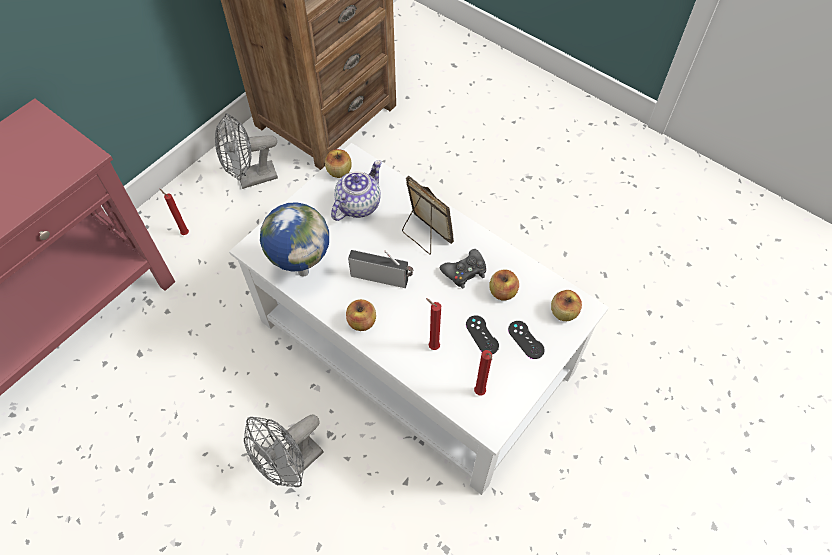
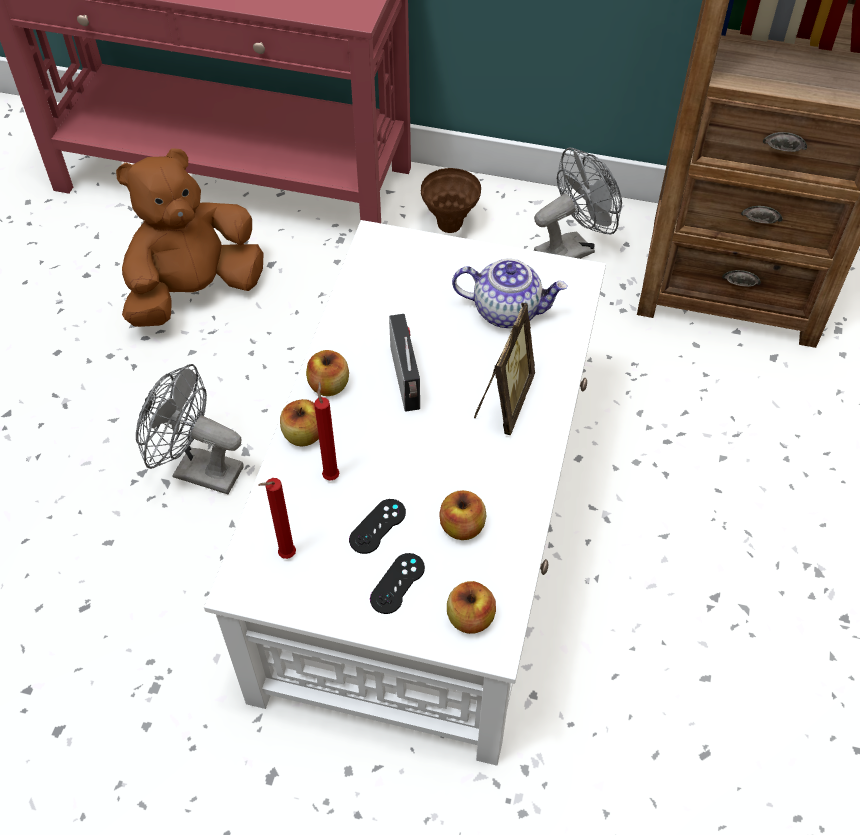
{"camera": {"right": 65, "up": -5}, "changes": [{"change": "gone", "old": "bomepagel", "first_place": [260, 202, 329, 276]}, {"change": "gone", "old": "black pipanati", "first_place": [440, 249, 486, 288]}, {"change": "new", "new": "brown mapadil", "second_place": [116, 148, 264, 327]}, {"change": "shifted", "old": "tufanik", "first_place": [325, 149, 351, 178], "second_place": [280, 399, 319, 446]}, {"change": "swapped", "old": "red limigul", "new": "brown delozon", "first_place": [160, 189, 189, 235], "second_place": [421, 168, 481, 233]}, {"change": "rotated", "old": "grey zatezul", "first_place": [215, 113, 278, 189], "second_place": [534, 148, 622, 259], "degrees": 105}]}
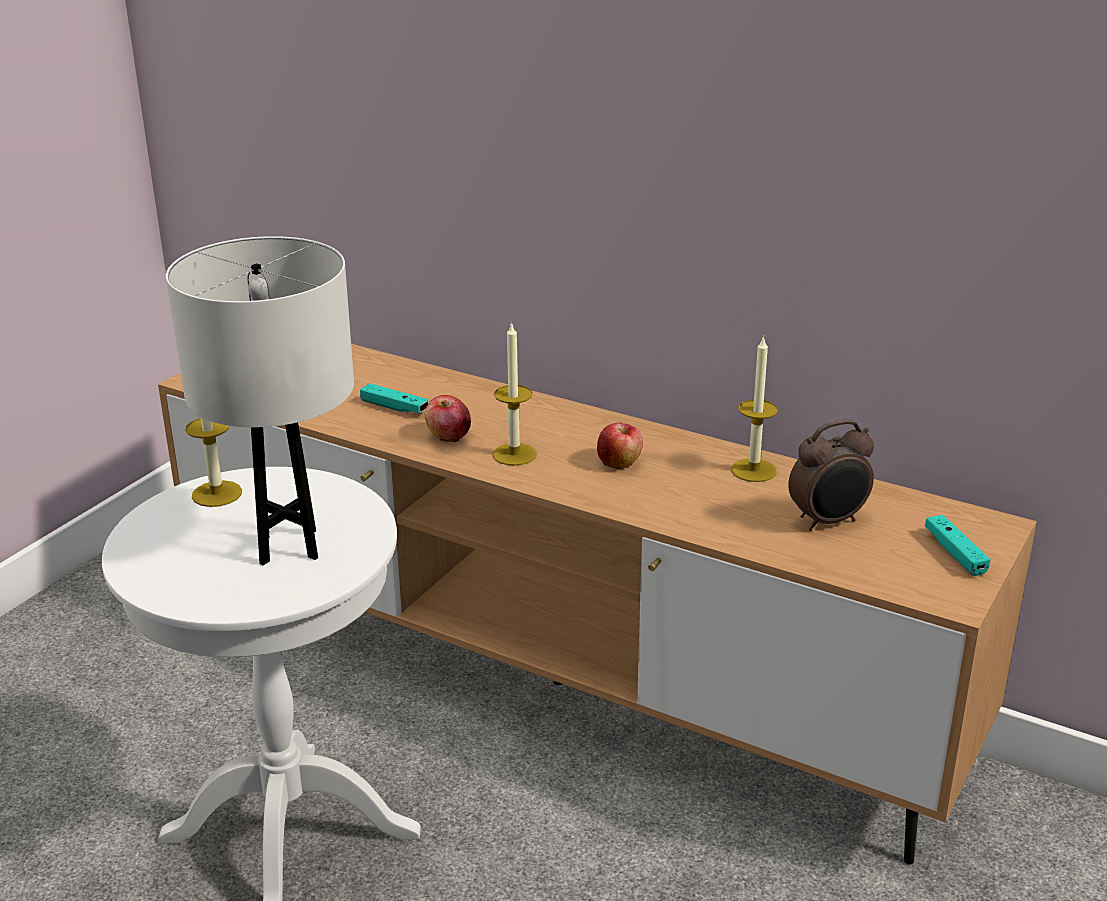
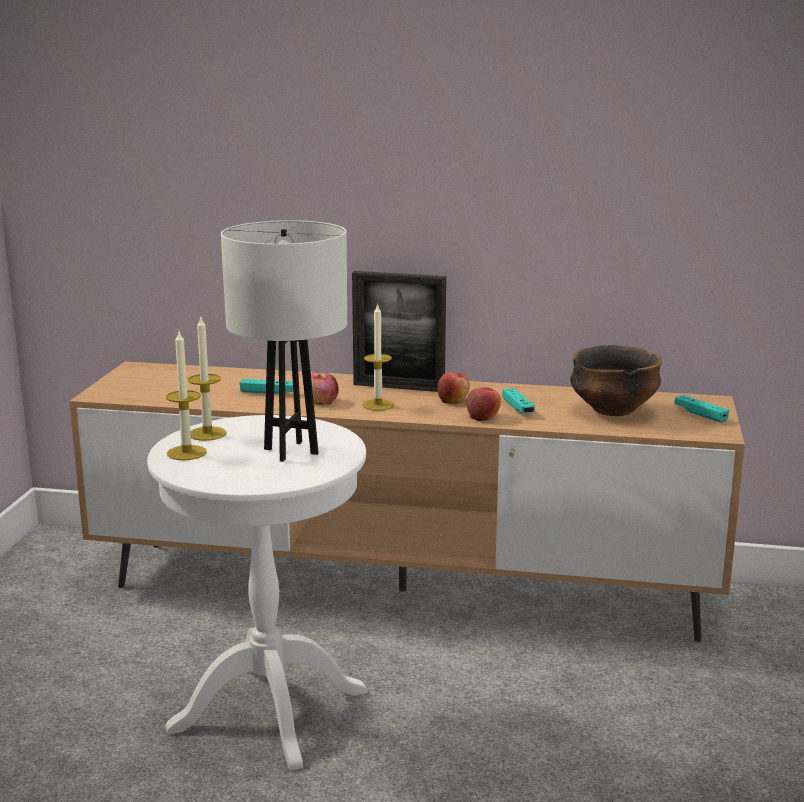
{"camera": {"right": -20, "up": -10}, "changes": [{"change": "new", "new": "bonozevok", "second_place": [352, 271, 446, 392]}, {"change": "new", "new": "tufanik", "second_place": [466, 387, 501, 421]}, {"change": "new", "new": "turquoise pipanati", "second_place": [502, 388, 535, 414]}, {"change": "shifted", "old": "limigul", "first_place": [731, 335, 778, 482], "second_place": [166, 331, 207, 460]}, {"change": "swapped", "old": "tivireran", "new": "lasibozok", "first_place": [788, 419, 874, 531], "second_place": [570, 345, 662, 416]}]}
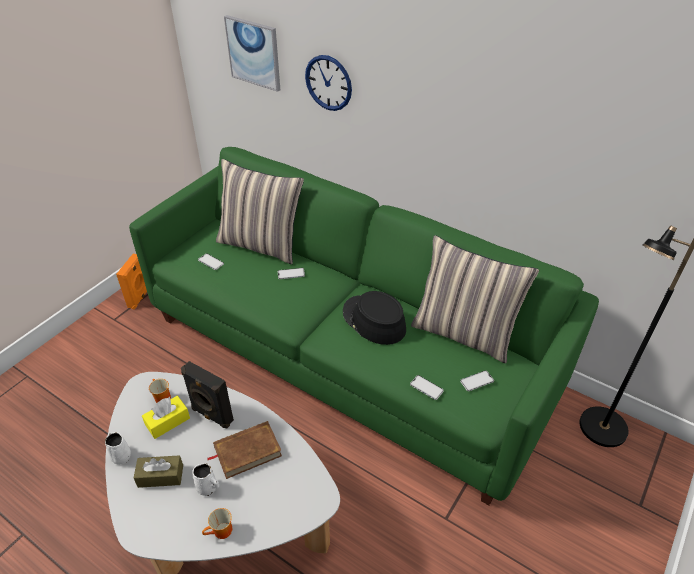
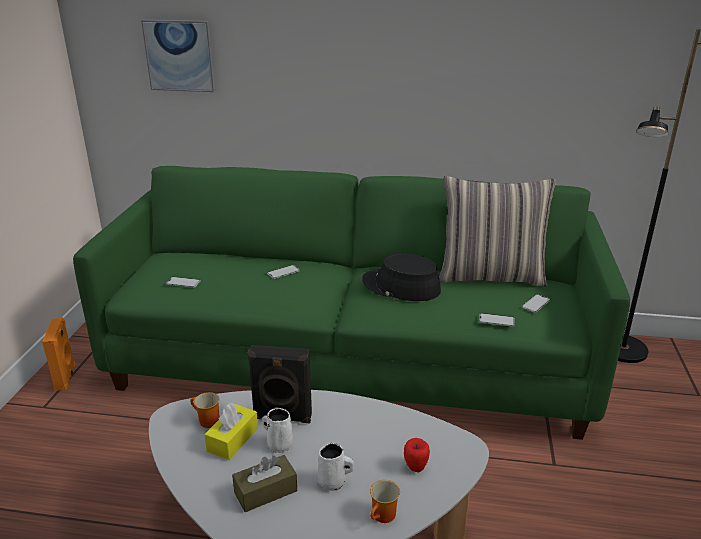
{"camera": {"right": -25, "up": -15}, "changes": [{"change": "gone", "old": "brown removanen", "first_place": [207, 421, 282, 479]}, {"change": "gone", "old": "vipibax", "first_place": [216, 159, 304, 264]}, {"change": "gone", "old": "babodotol", "first_place": [305, 55, 352, 111]}, {"change": "new", "new": "tufanik", "second_place": [404, 438, 430, 472]}, {"change": "shifted", "old": "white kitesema", "first_place": [105, 432, 131, 465], "second_place": [262, 408, 293, 453]}]}
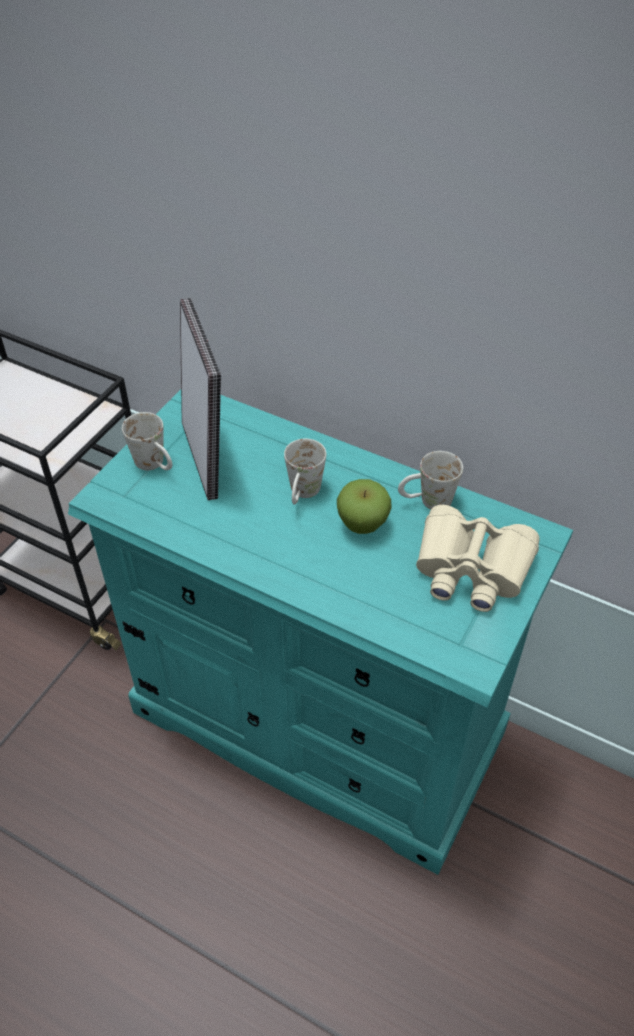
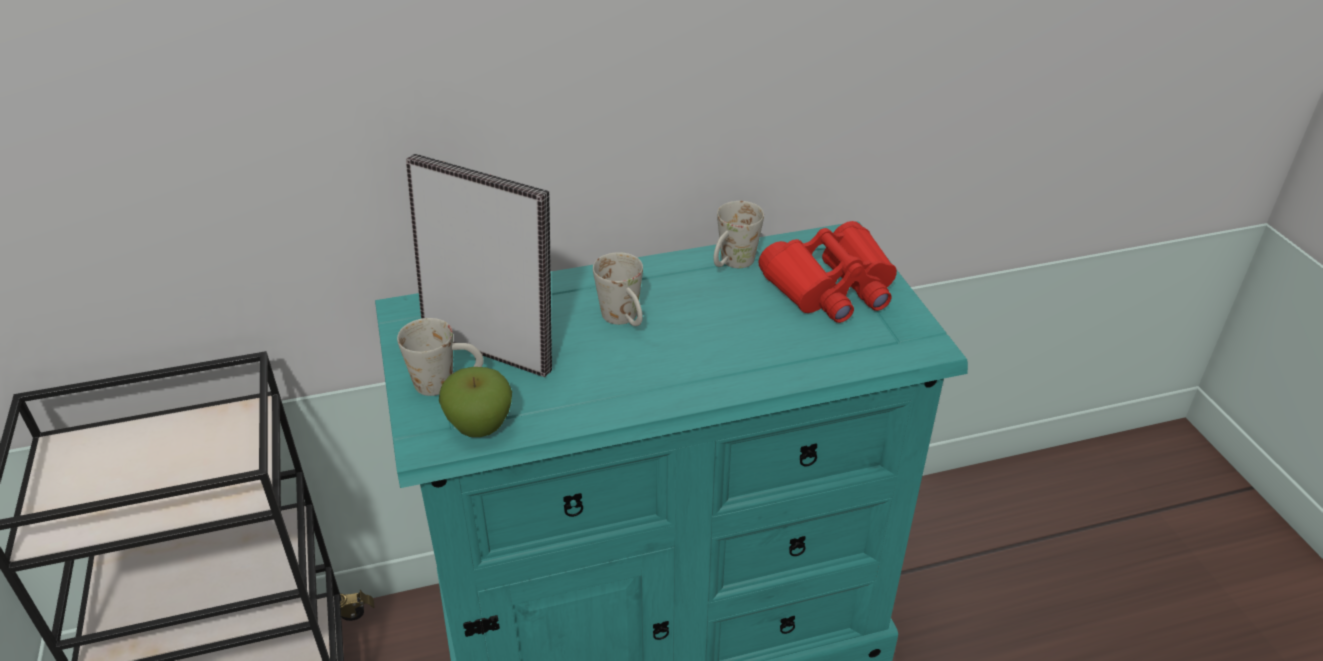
{"camera": {"right": -45, "up": -10}, "changes": [{"change": "shifted", "old": "tufanik", "first_place": [337, 479, 392, 534], "second_place": [439, 367, 512, 437]}, {"change": "repainted", "old": "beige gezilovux", "new": "red gezilovux", "first_place": [416, 505, 540, 612], "second_place": [759, 221, 897, 323]}]}
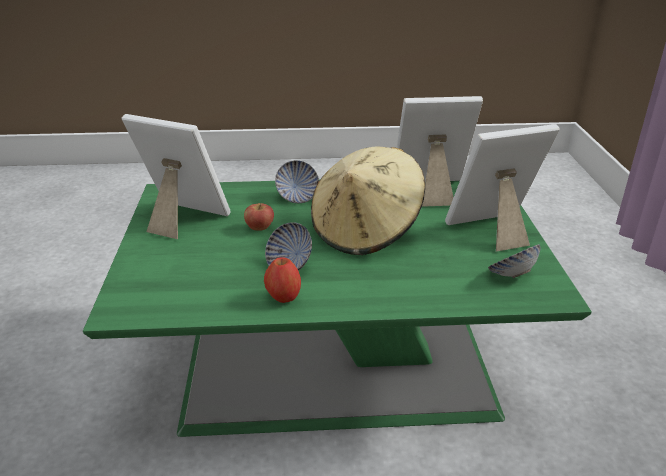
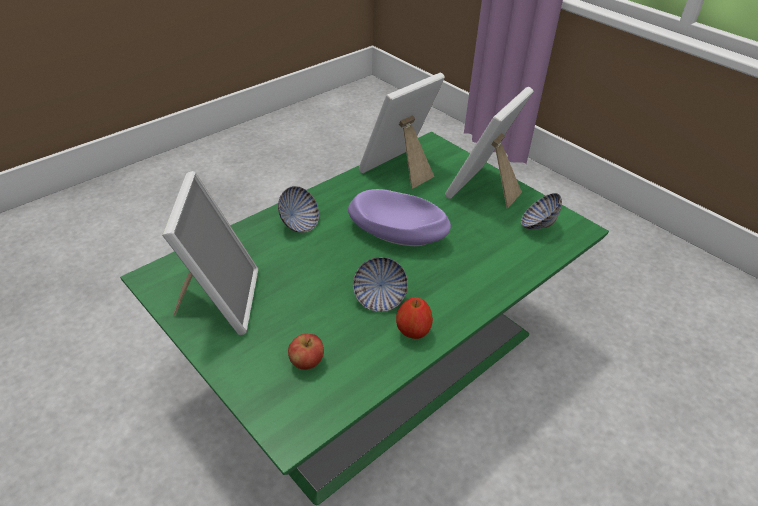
{"camera": {"right": -40, "up": 10}, "changes": [{"change": "shifted", "old": "tufanik", "first_place": [244, 203, 274, 231], "second_place": [288, 334, 324, 370]}, {"change": "swapped", "old": "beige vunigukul", "new": "purple lasibozok", "first_place": [311, 147, 425, 255], "second_place": [348, 189, 451, 246]}, {"change": "rotated", "old": "bonozevok", "first_place": [122, 114, 231, 239], "second_place": [162, 171, 258, 335], "degrees": 105}]}
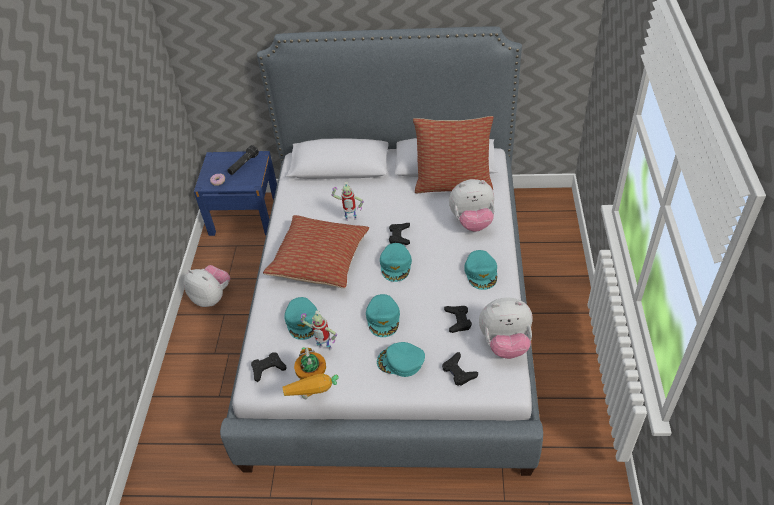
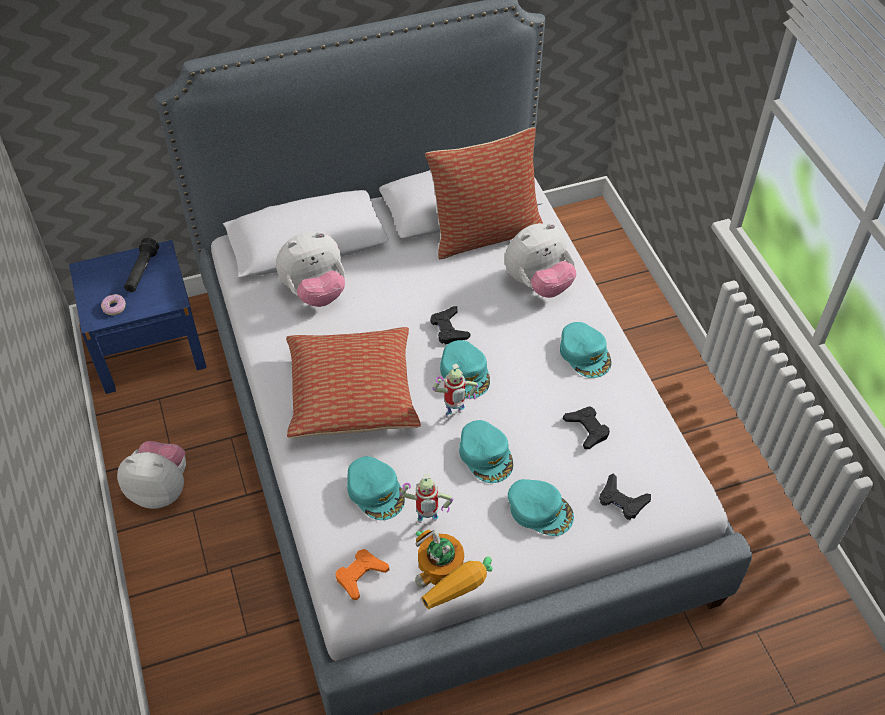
{"camera": {"right": -25, "up": 5}, "changes": [{"change": "shifted", "old": "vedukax", "first_place": [332, 182, 364, 221], "second_place": [432, 364, 478, 418]}, {"change": "shifted", "old": "mapadil", "first_place": [479, 298, 533, 359], "second_place": [276, 231, 345, 307]}, {"change": "repainted", "old": "black pipanati", "new": "orange pipanati", "first_place": [251, 352, 287, 382], "second_place": [335, 549, 389, 600]}, {"change": "rotated", "old": "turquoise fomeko", "first_place": [377, 342, 425, 377], "second_place": [508, 479, 574, 536], "degrees": -135}]}
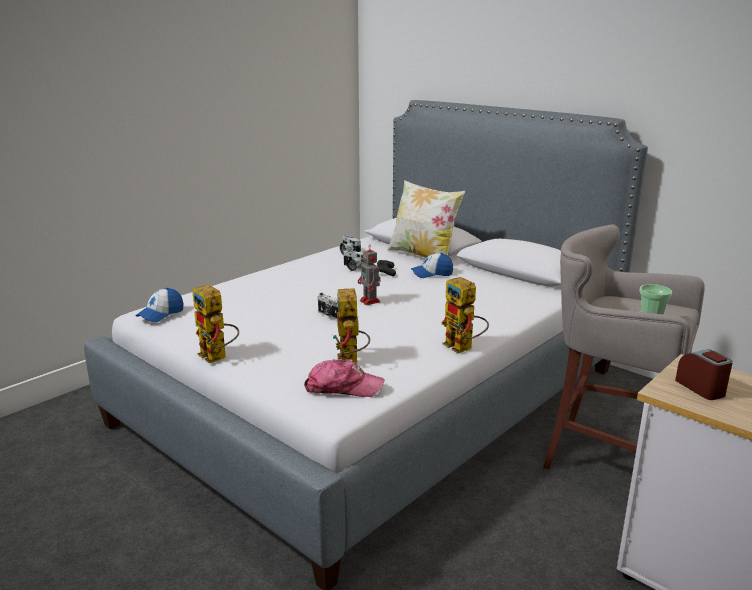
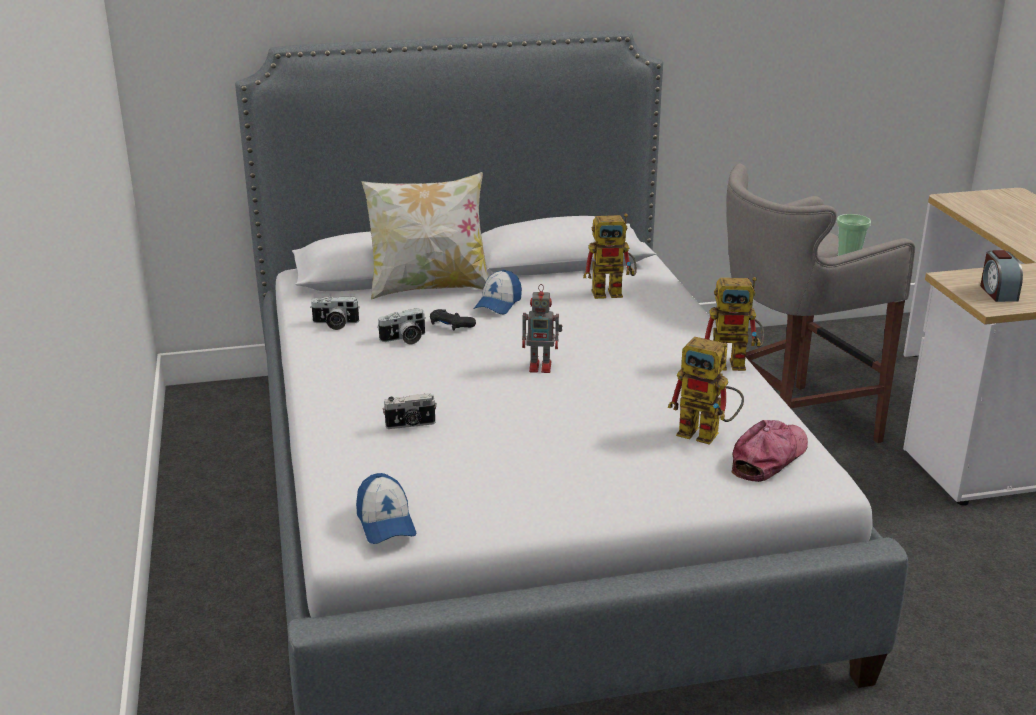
{"camera": {"right": -55, "up": 5}, "changes": [{"change": "shifted", "old": "vedukax", "first_place": [192, 285, 239, 364], "second_place": [583, 213, 637, 299]}, {"change": "shifted", "old": "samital", "first_place": [318, 293, 339, 320], "second_place": [383, 393, 437, 429]}, {"change": "rotated", "old": "tivireran", "first_place": [675, 349, 733, 400], "second_place": [980, 250, 1023, 302], "degrees": -105}]}
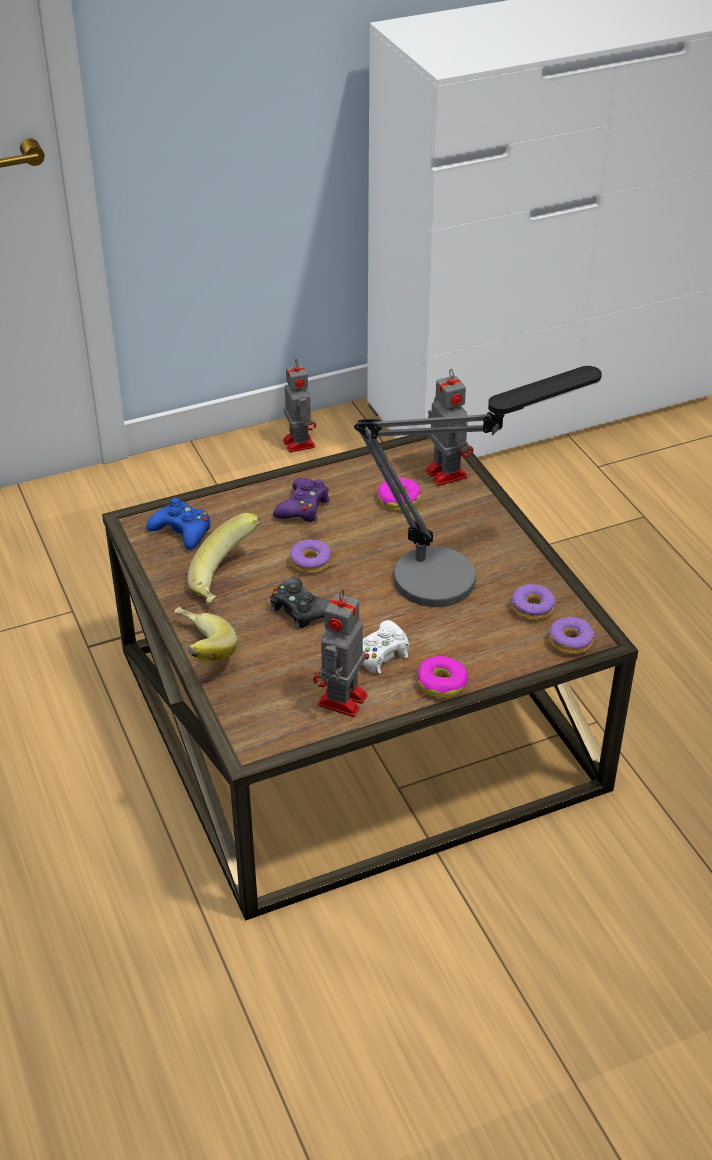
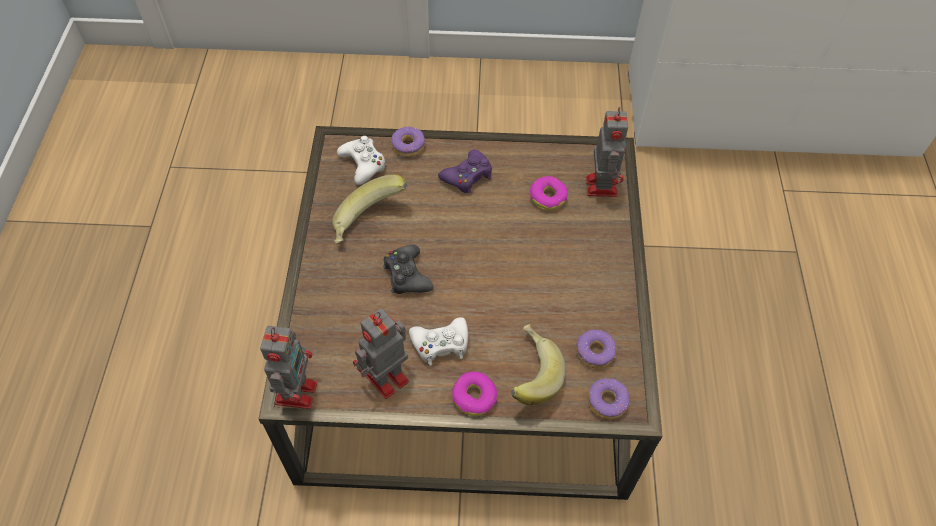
{"camera": {"right": 25, "up": 15}, "changes": [{"change": "gone", "old": "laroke", "first_place": [354, 366, 602, 607]}, {"change": "shifted", "old": "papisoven", "first_place": [175, 607, 238, 663], "second_place": [511, 324, 565, 406]}, {"change": "shifted", "old": "vedukax", "first_place": [283, 359, 316, 453], "second_place": [260, 326, 317, 409]}, {"change": "shifted", "old": "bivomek", "first_place": [290, 540, 331, 574], "second_place": [391, 127, 425, 157]}, {"change": "repainted", "old": "blue pipanati", "new": "white pipanati", "first_place": [146, 498, 210, 550], "second_place": [337, 136, 387, 185]}]}
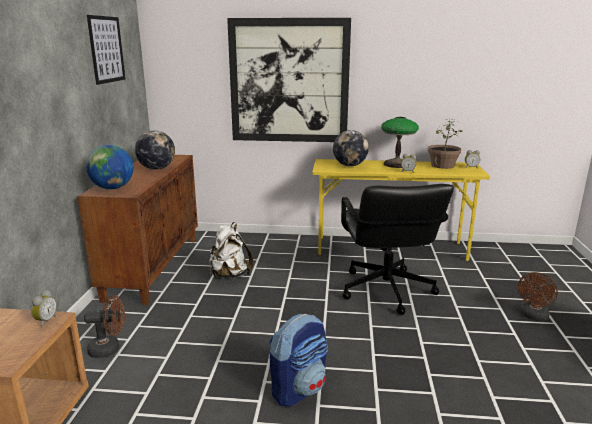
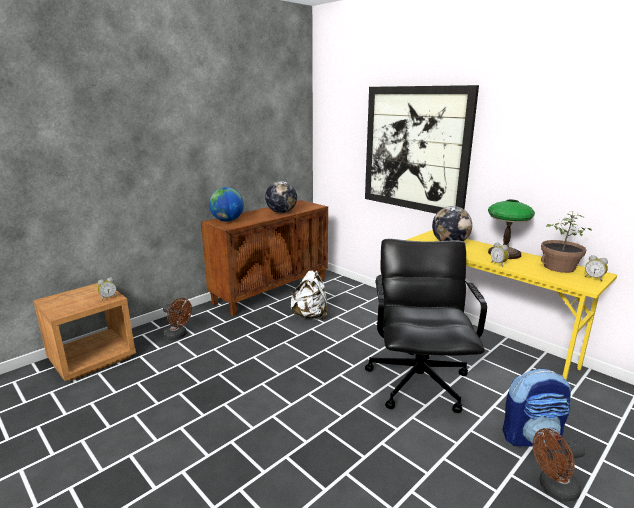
{"camera": {"right": 40, "up": 0}, "changes": [{"change": "gone", "old": "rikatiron", "first_place": [87, 15, 126, 85]}, {"change": "shifted", "old": "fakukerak", "first_place": [269, 314, 328, 407], "second_place": [503, 369, 571, 447]}, {"change": "rotated", "old": "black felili", "first_place": [341, 184, 454, 315], "second_place": [365, 239, 487, 413], "degrees": 150}]}
